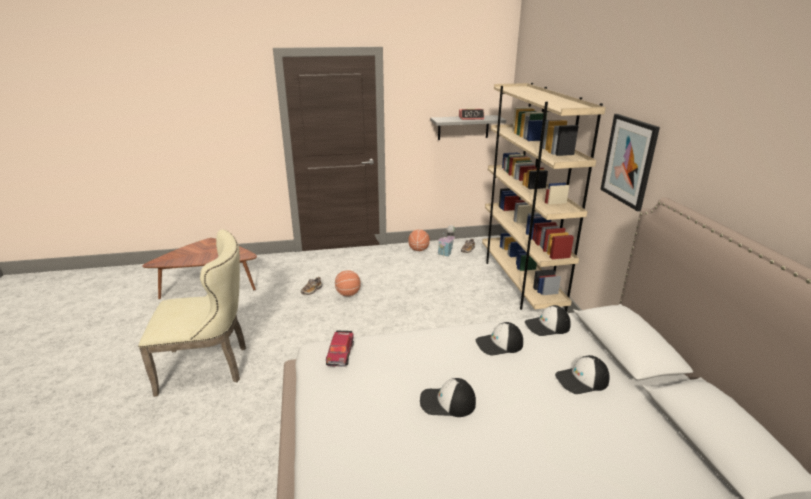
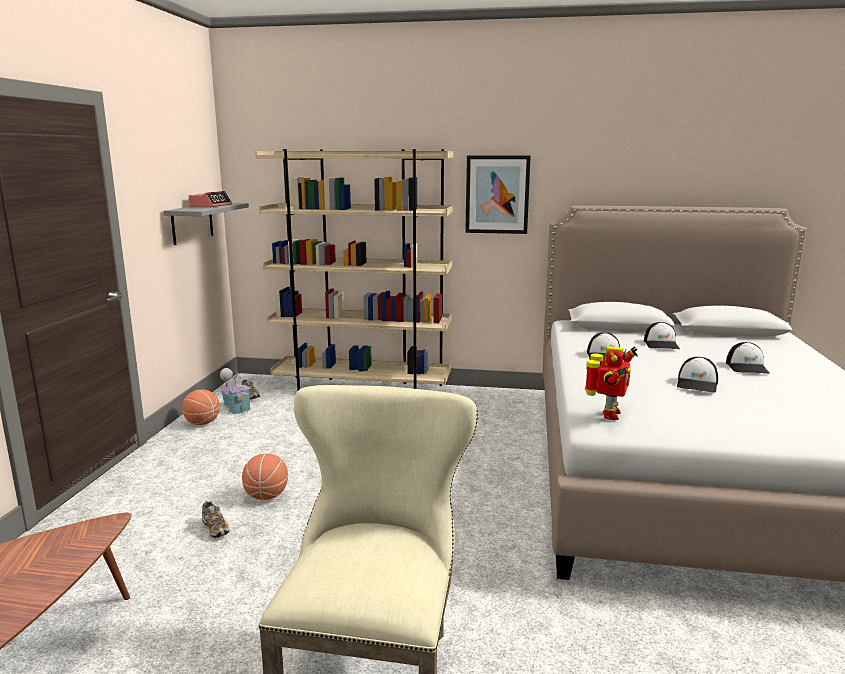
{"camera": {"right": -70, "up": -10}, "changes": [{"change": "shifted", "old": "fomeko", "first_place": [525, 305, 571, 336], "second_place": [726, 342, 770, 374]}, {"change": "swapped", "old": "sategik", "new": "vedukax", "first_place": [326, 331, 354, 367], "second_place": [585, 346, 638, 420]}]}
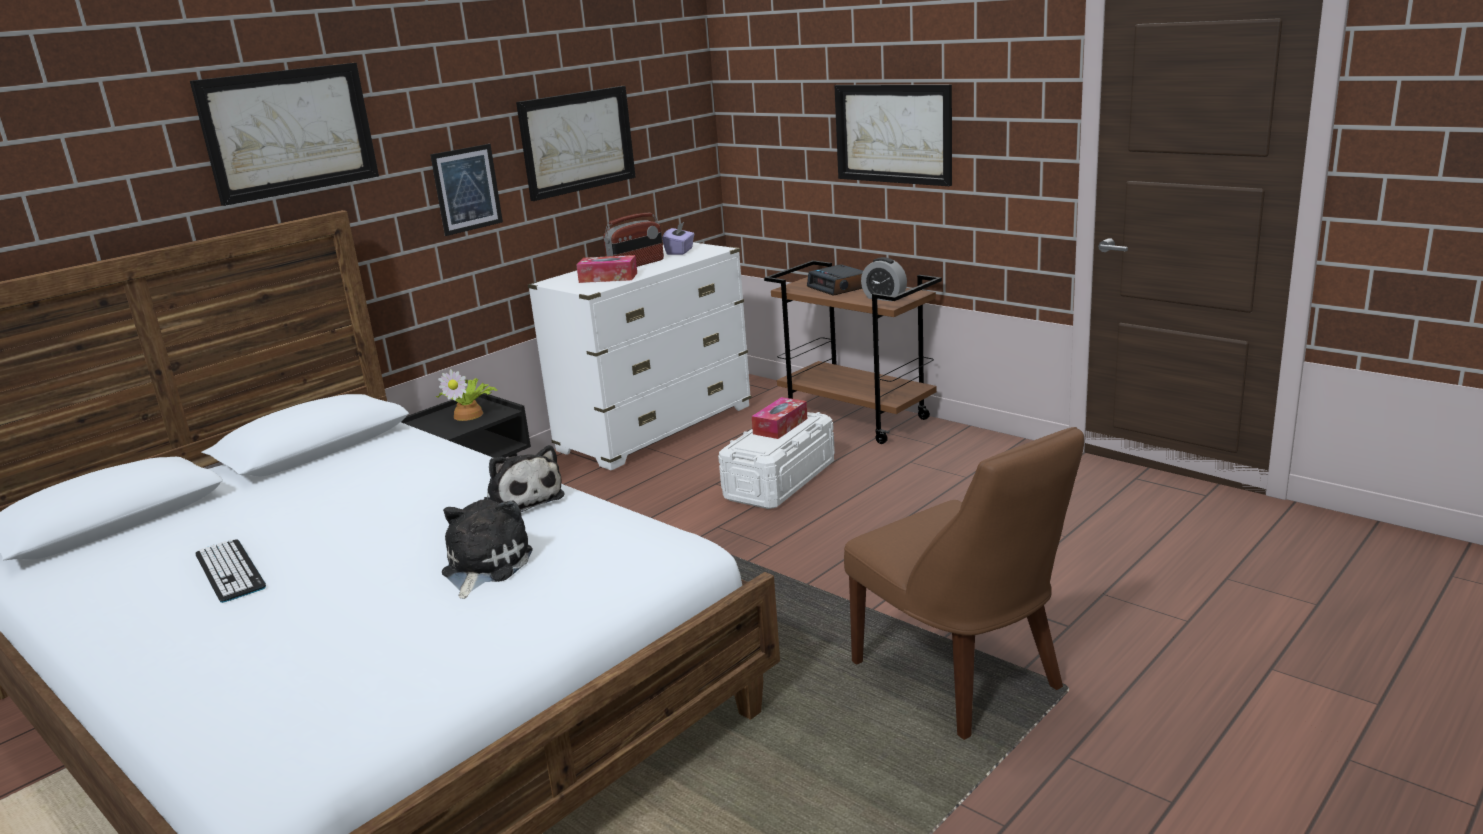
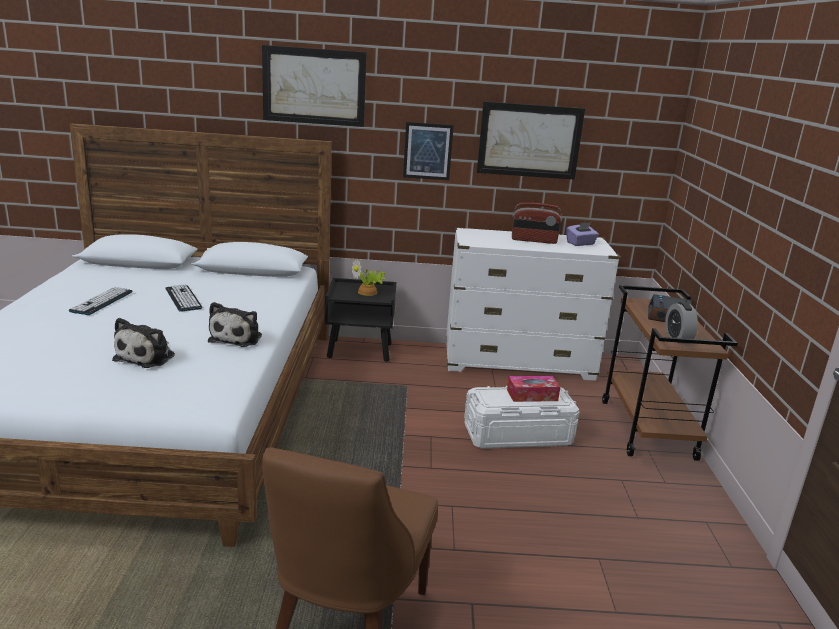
{"camera": {"right": 45, "up": 0}, "changes": [{"change": "gone", "old": "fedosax", "first_place": [576, 255, 637, 283]}, {"change": "gone", "old": "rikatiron", "first_place": [834, 84, 952, 186]}, {"change": "new", "new": "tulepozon", "second_place": [165, 284, 202, 312]}, {"change": "rotated", "old": "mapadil", "first_place": [442, 499, 533, 599], "second_place": [112, 318, 175, 368], "degrees": 135}]}
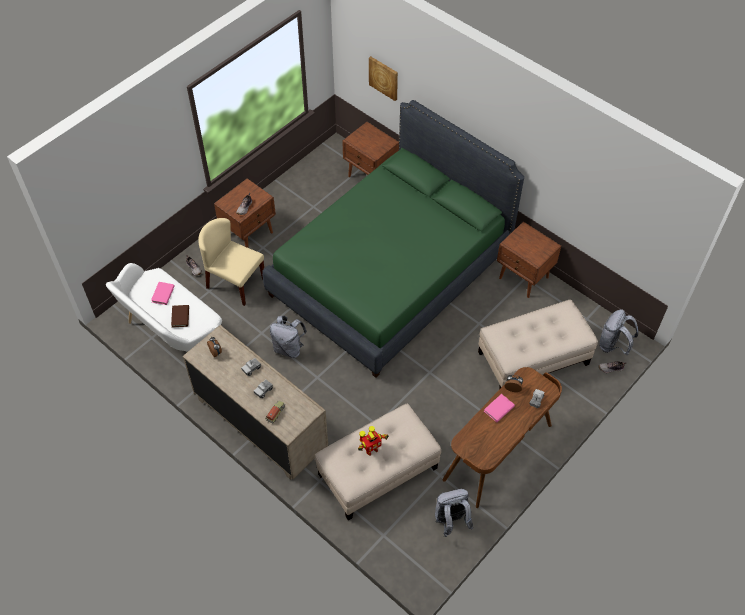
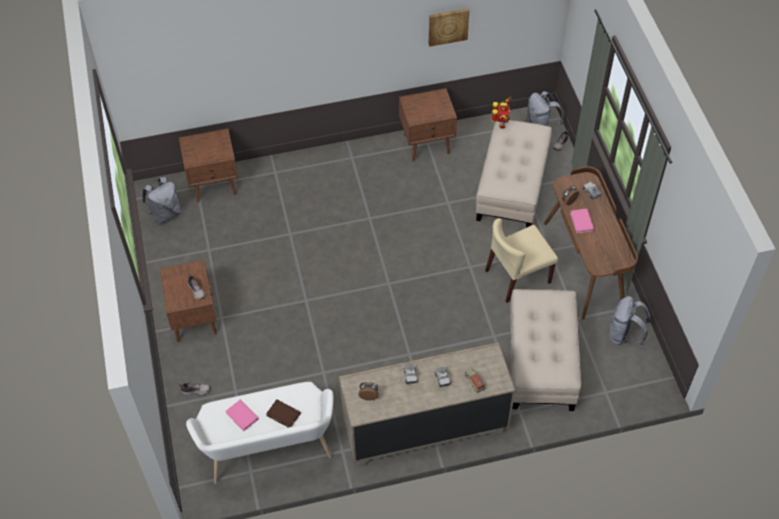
{"camera": {"right": -55, "up": 0}, "changes": [{"change": "gone", "old": "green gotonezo", "first_place": [262, 100, 524, 378]}, {"change": "shifted", "old": "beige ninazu", "first_place": [198, 218, 264, 306], "second_place": [485, 218, 558, 303]}, {"change": "shifted", "old": "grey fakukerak", "first_place": [270, 316, 307, 358], "second_place": [142, 177, 181, 224]}, {"change": "shifted", "old": "vedukax", "first_place": [358, 426, 389, 456], "second_place": [492, 96, 512, 129]}, {"change": "shifted", "old": "rikatiron", "first_place": [369, 56, 398, 101], "second_place": [429, 8, 469, 47]}]}
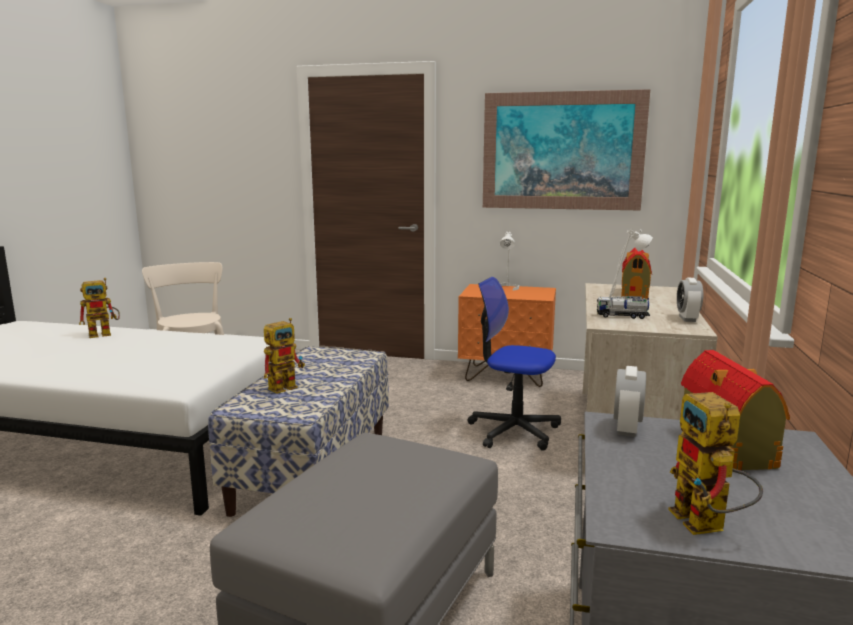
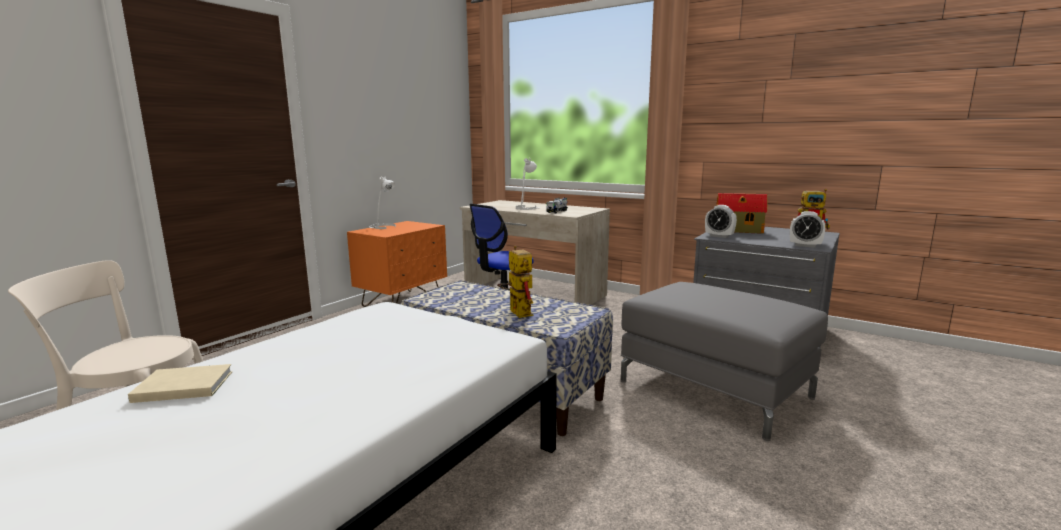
{"camera": {"right": -70, "up": 0}, "changes": [{"change": "gone", "old": "rikatiron", "first_place": [483, 89, 650, 210]}, {"change": "gone", "old": "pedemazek", "first_place": [621, 248, 652, 299]}, {"change": "shifted", "old": "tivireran", "first_place": [677, 278, 703, 322], "second_place": [790, 211, 825, 248]}, {"change": "swapped", "old": "vedukax", "new": "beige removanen", "first_place": [79, 278, 120, 338], "second_place": [128, 364, 232, 403]}]}
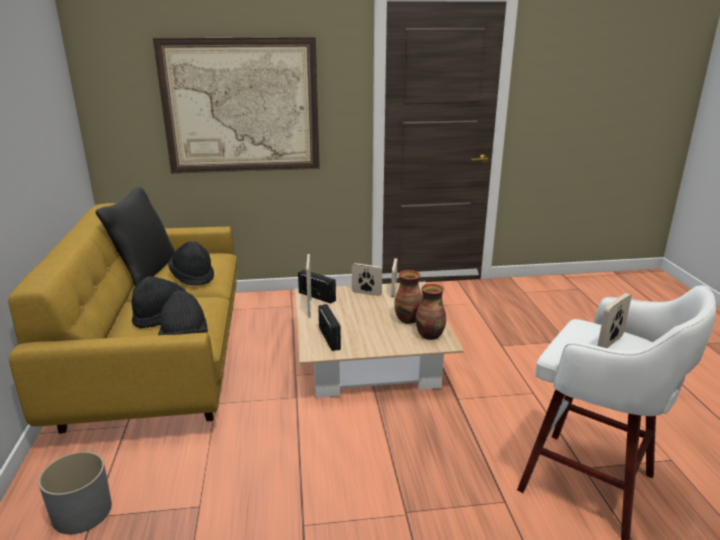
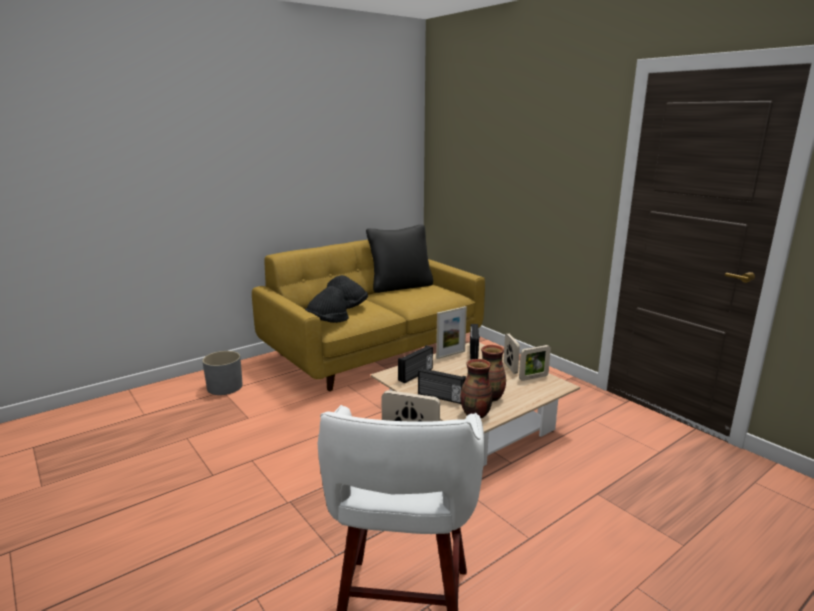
{"camera": {"right": 60, "up": -5}, "changes": [{"change": "gone", "old": "rikatiron", "first_place": [153, 37, 320, 174]}, {"change": "gone", "old": "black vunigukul", "first_place": [168, 241, 214, 286]}, {"change": "new", "new": "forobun", "second_place": [418, 367, 466, 404]}]}
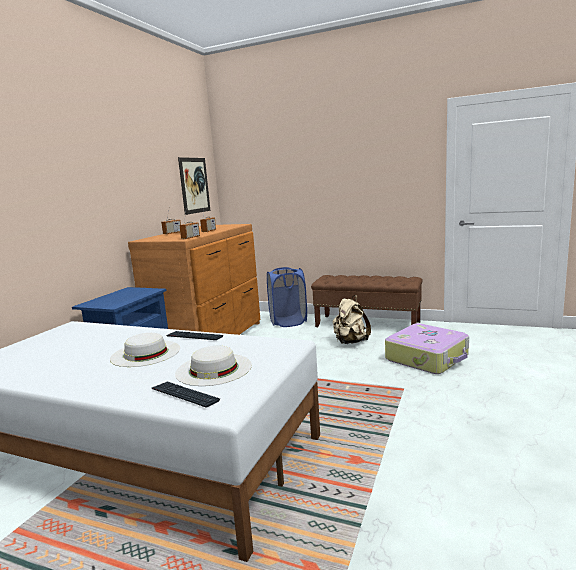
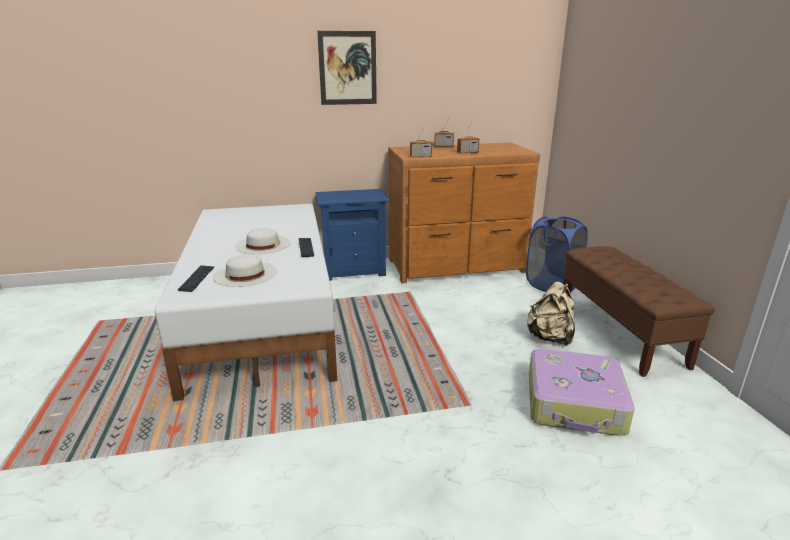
{"camera": {"right": 55, "up": 10}, "changes": [{"change": "shifted", "old": "rikatiron", "first_place": [178, 157, 211, 215], "second_place": [317, 31, 377, 105]}]}
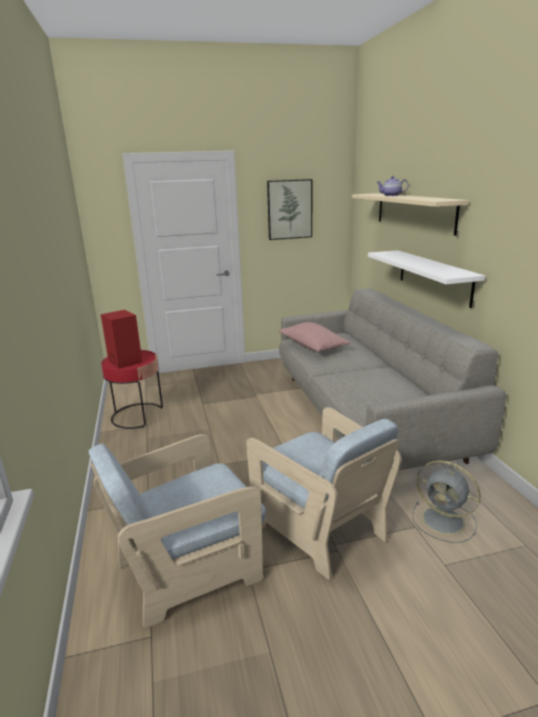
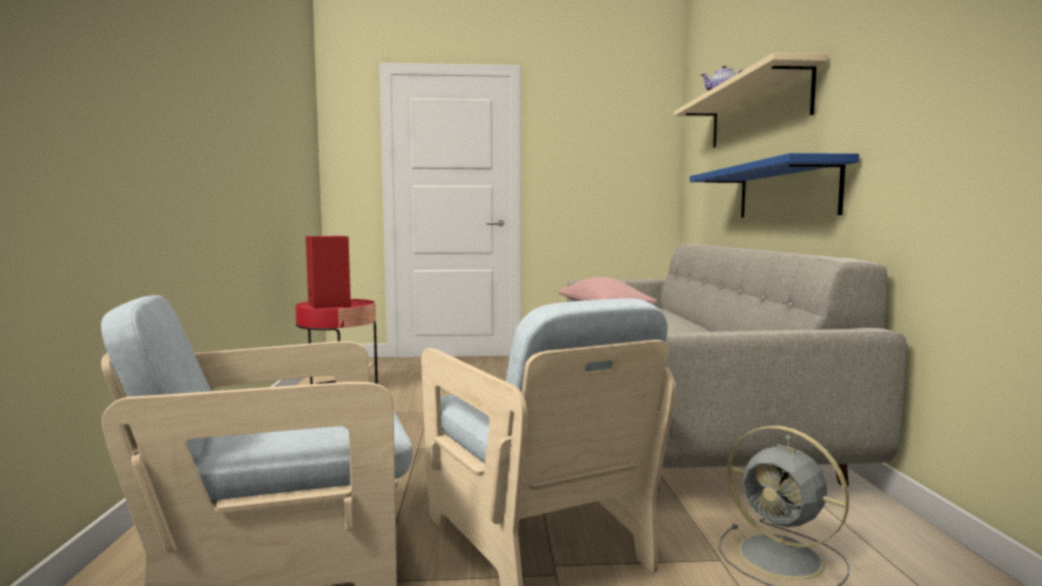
{"camera": {"right": 10, "up": -15}, "changes": [{"change": "gone", "old": "rikatiron", "first_place": [267, 179, 312, 240]}, {"change": "repainted", "old": "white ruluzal", "new": "blue ruluzal", "first_place": [368, 250, 485, 308], "second_place": [690, 153, 859, 218]}]}
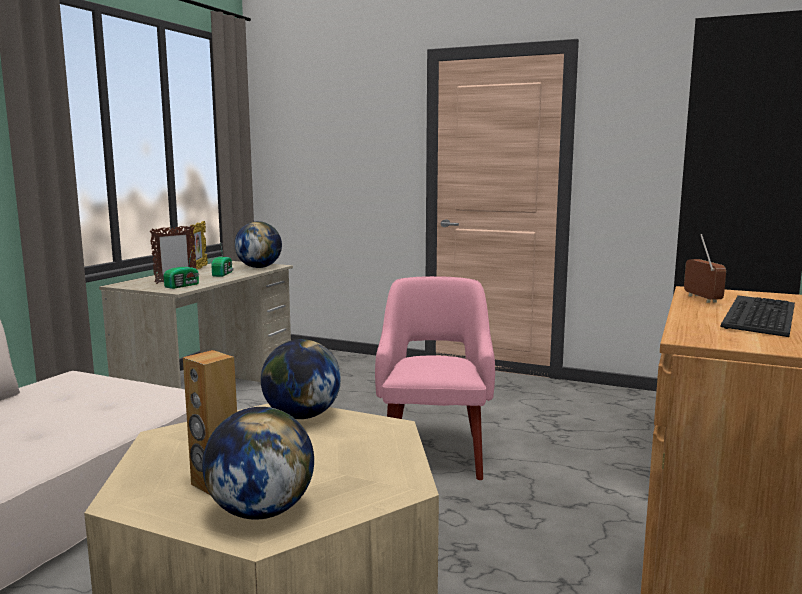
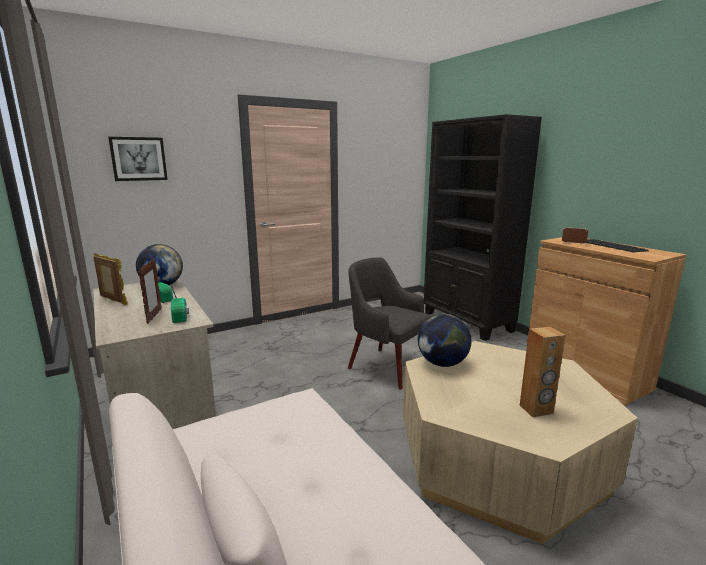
{"camera": {"right": -55, "up": 5}, "changes": [{"change": "gone", "old": "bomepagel", "first_place": [202, 407, 314, 520]}, {"change": "new", "new": "rikatiron", "second_place": [108, 137, 168, 181]}, {"change": "repainted", "old": "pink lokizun", "new": "grey lokizun", "first_place": [375, 276, 495, 480], "second_place": [348, 257, 431, 390]}]}
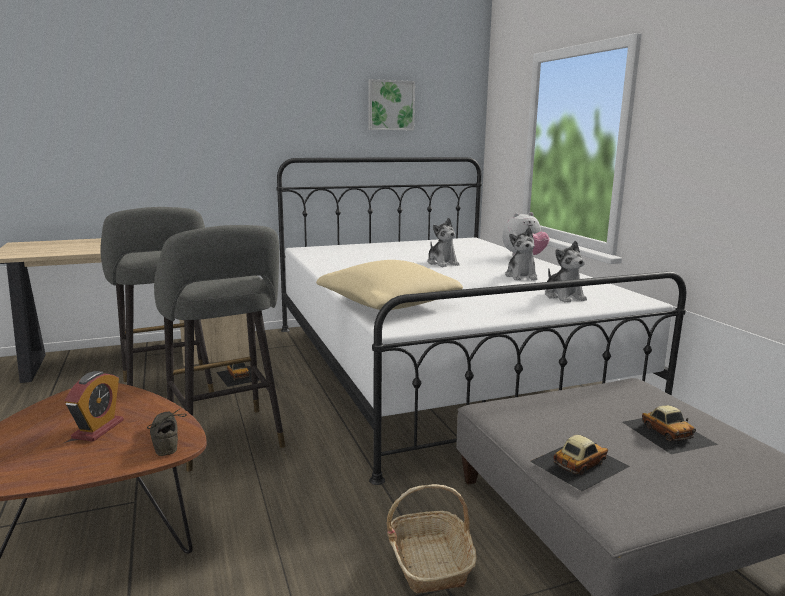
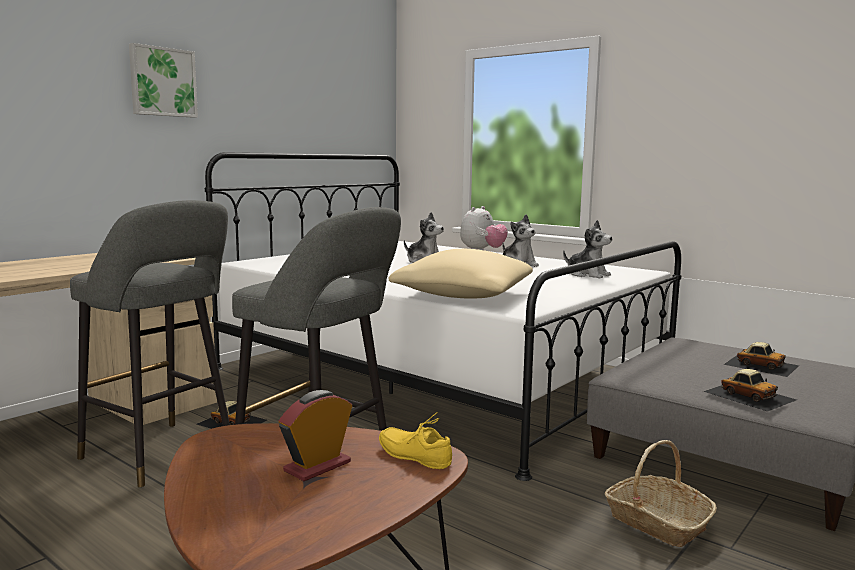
{"camera": {"right": -30, "up": -5}, "changes": [{"change": "shifted", "old": "rikatiron", "first_place": [368, 79, 415, 130], "second_place": [129, 43, 198, 118]}, {"change": "repainted", "old": "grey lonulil", "new": "yellow lonulil", "first_place": [147, 408, 186, 456], "second_place": [379, 413, 452, 469]}, {"change": "rotated", "old": "tivireran", "first_place": [65, 371, 124, 442], "second_place": [279, 390, 352, 481], "degrees": -120}, {"change": "rotated", "old": "sategik", "first_place": [530, 434, 630, 491], "second_place": [703, 369, 796, 412], "degrees": 120}]}
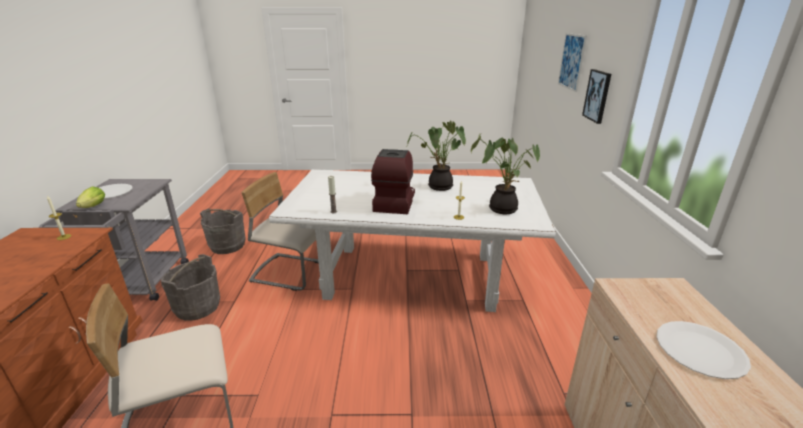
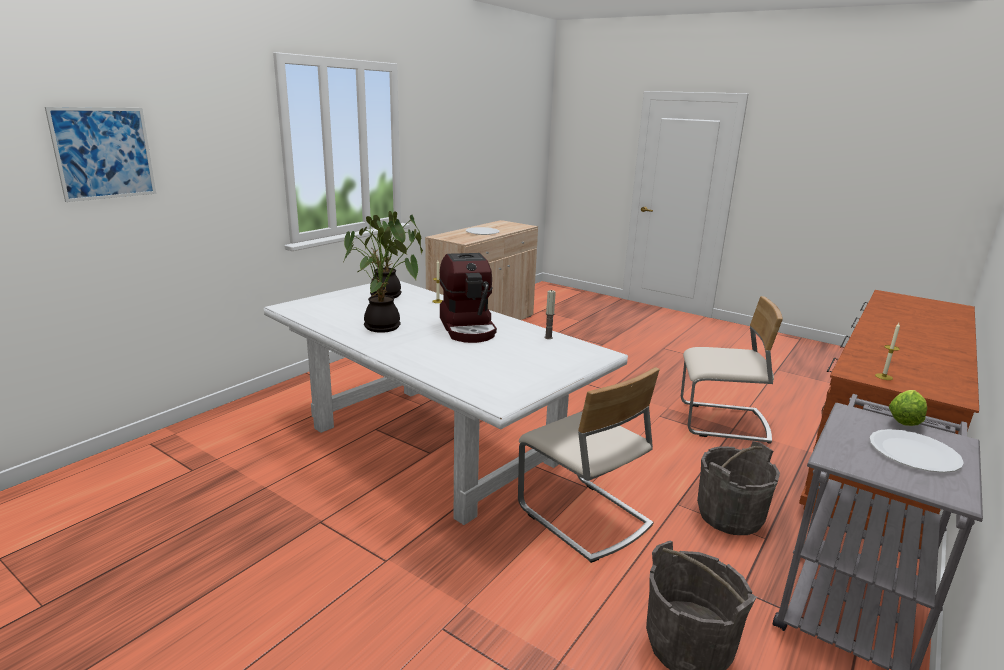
{"camera": {"right": -145, "up": -5}, "changes": [{"change": "gone", "old": "rikatiron", "first_place": [582, 69, 611, 124]}, {"change": "rotated", "old": "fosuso", "first_place": [371, 149, 415, 214], "second_place": [439, 253, 497, 343], "degrees": -60}]}
